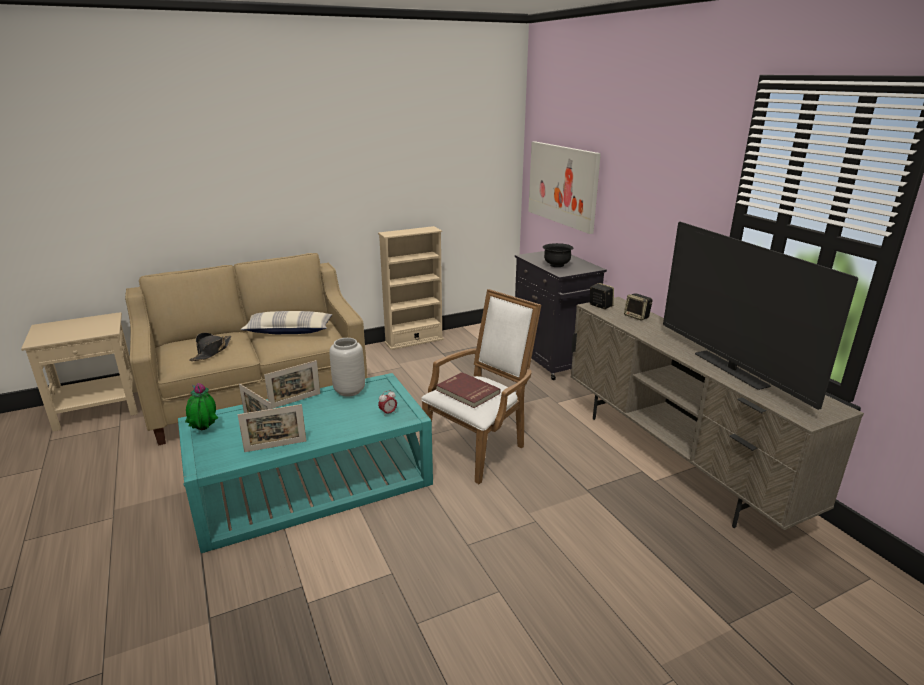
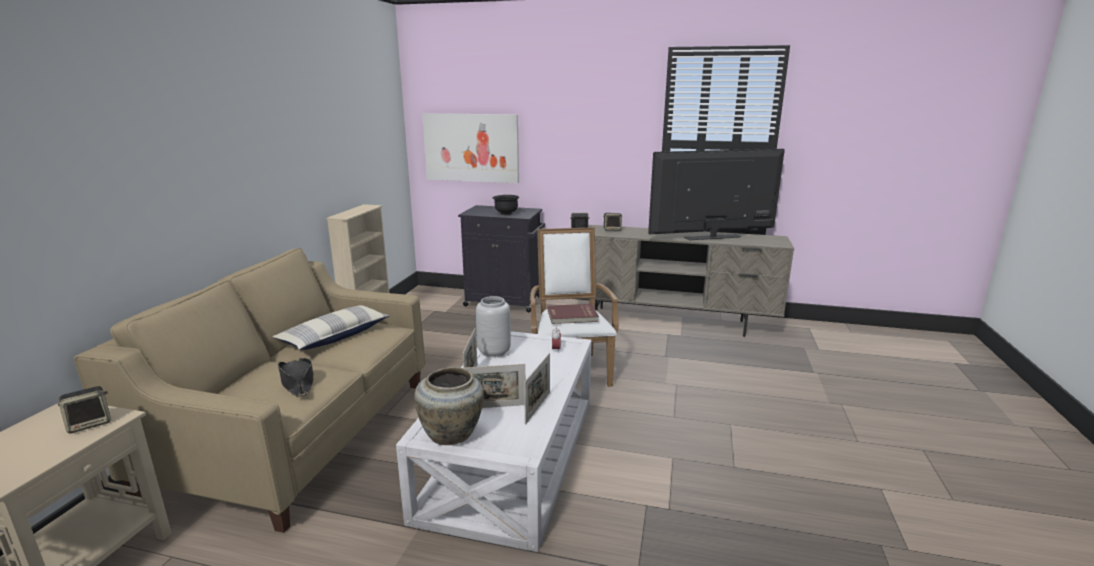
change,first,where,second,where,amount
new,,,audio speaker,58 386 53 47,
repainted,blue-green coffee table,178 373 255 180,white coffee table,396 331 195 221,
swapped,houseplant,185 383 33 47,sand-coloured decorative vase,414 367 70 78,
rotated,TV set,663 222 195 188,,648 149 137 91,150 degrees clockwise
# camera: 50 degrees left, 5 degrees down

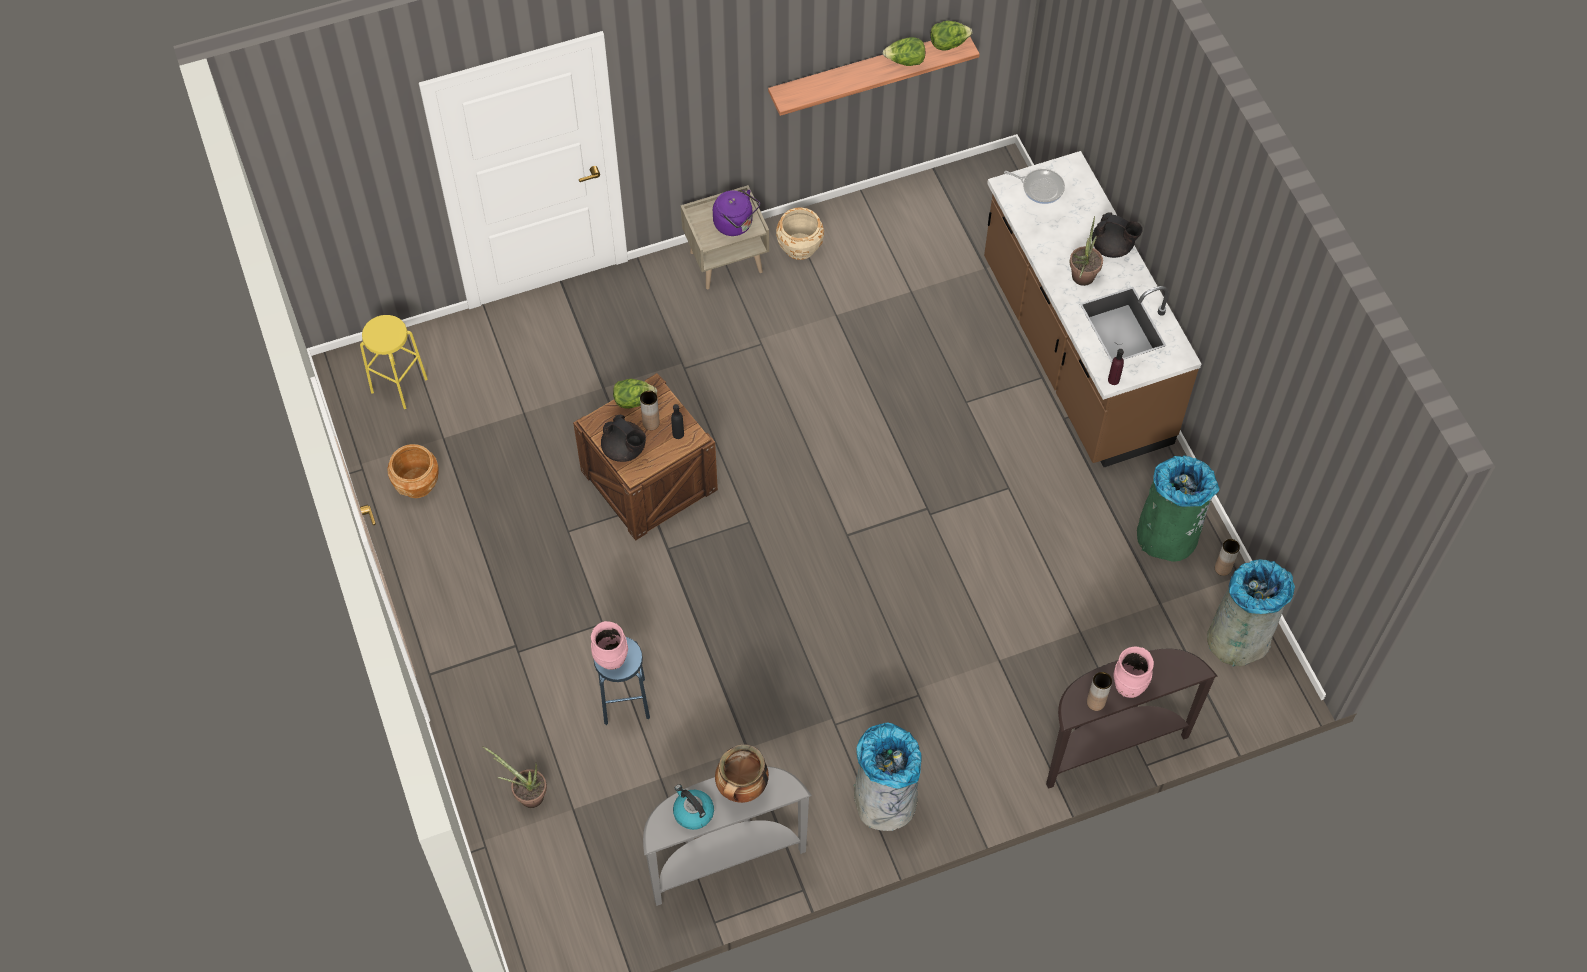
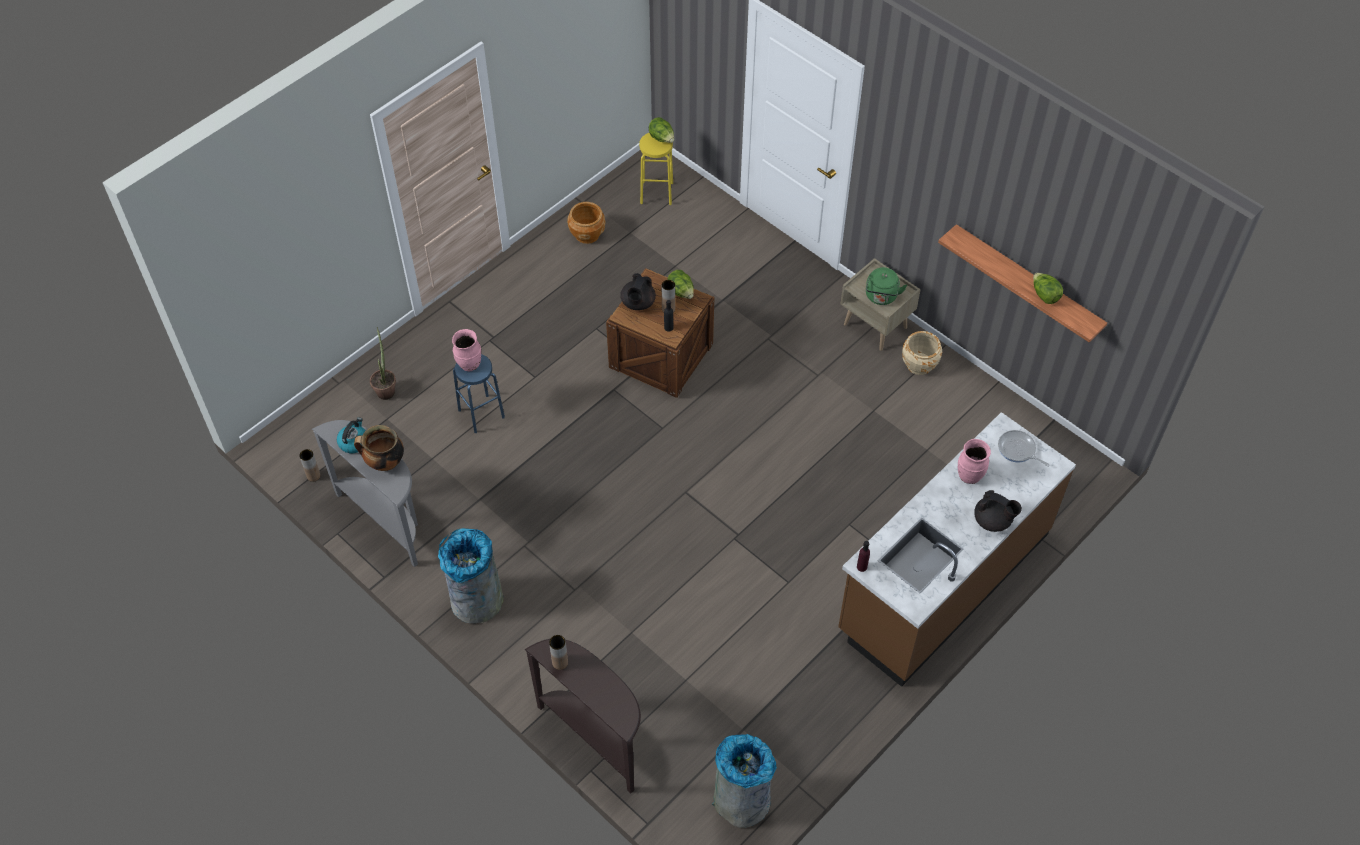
change,first,where,second,where,amount
shifted,brownish decorative vase,1215 539 25 37,,299 449 22 33,
shifted,lettuce head,930 21 42 30,,649 117 25 26,
repainted,purple-coloured tea kettle,713 190 47 46,greenish tea kettle,866 267 41 38,
shifted,pinkish decorative vase,1114 647 40 51,,958 439 33 45,
rotated,blackish pot for tea,1092 212 51 46,,974 490 48 42,60 degrees counterclockwise
rotated,pan,1004 169 61 35,,998 430 52 37,135 degrees clockwise
gone,houseplant,1070 216 33 70,,,
gone,greenish waste bin,1137 456 83 106,,,
# camera: 65 degrees right, 5 degrees down

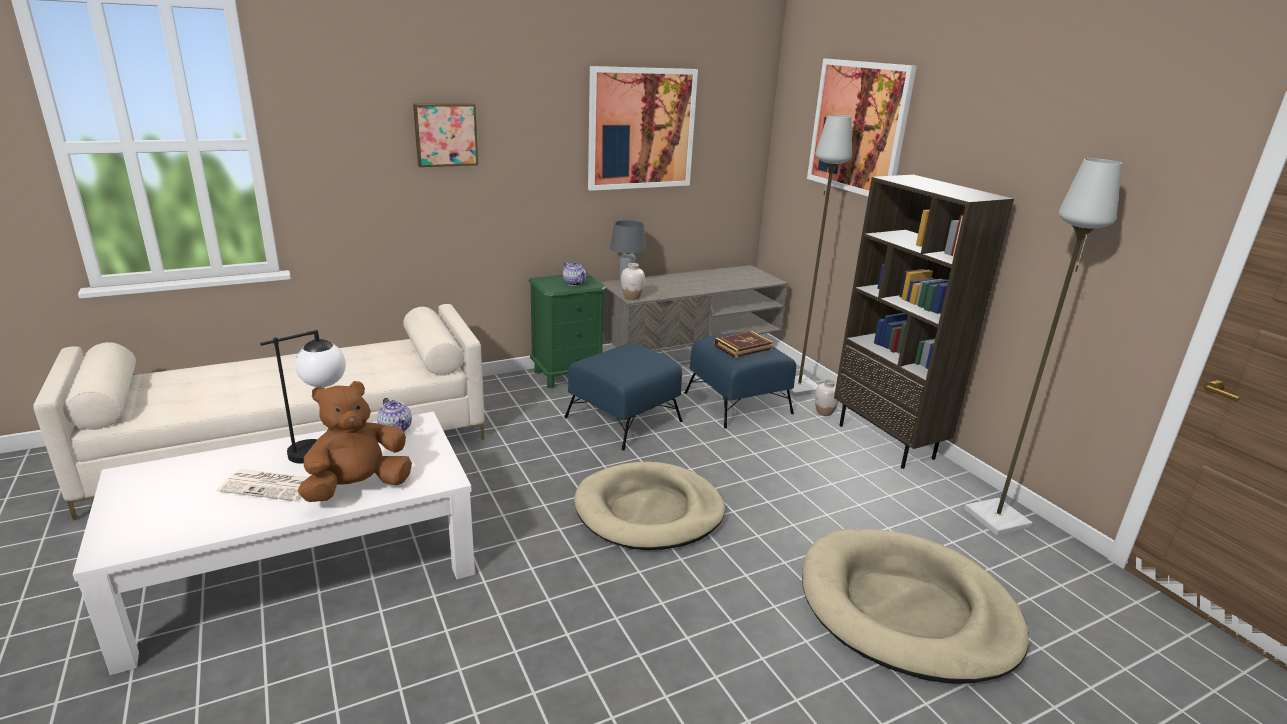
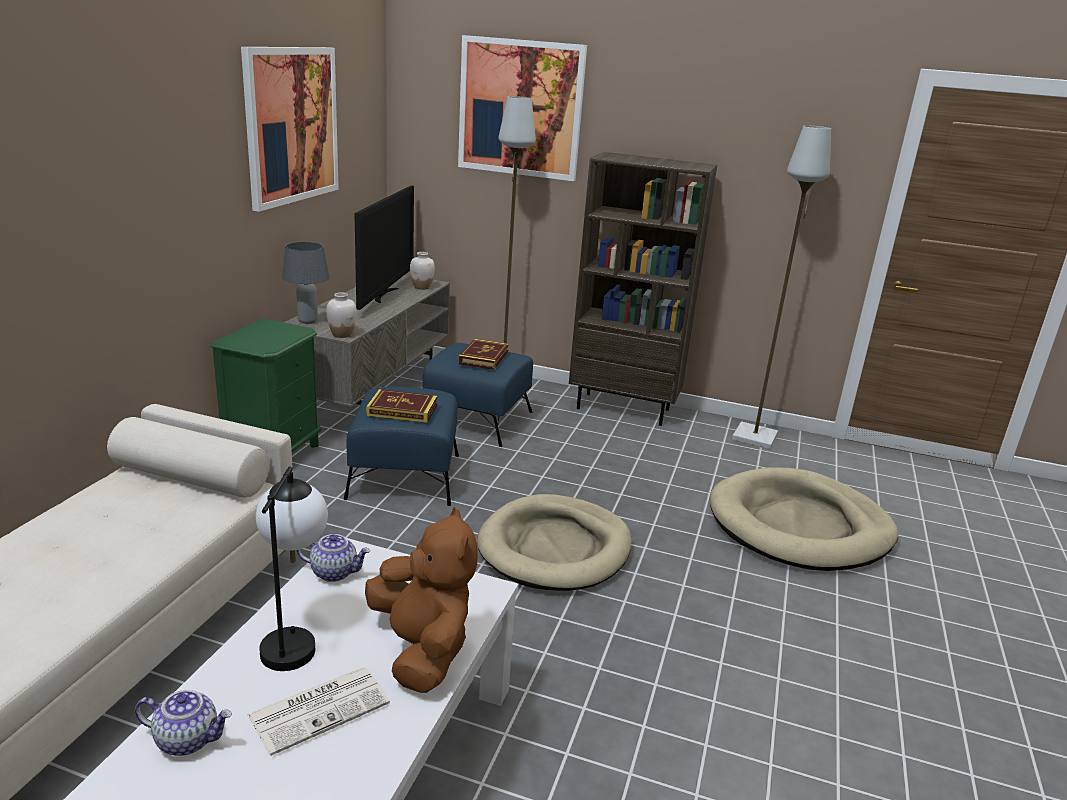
change,first,where,second,where,amount
shifted,pot for tea,563 262 23 24,,135 690 97 66,
new,,,TV set,354 185 60 125,
rotated,brownish plush toy,298 381 114 121,,365 507 113 186,150 degrees clockwise
new,,,book,366 389 71 34,
shifted,white decorative vase,815 379 24 37,,410 252 25 38,
gone,picture,413 103 65 64,,,
# camera: 45 degrees left, 0 degrees up

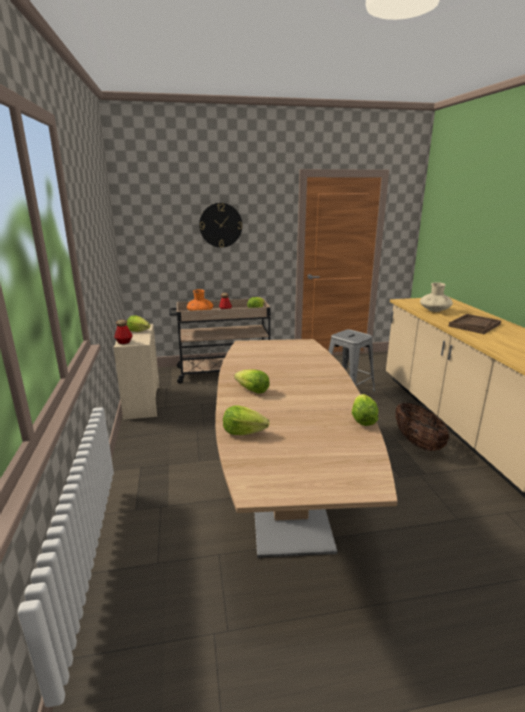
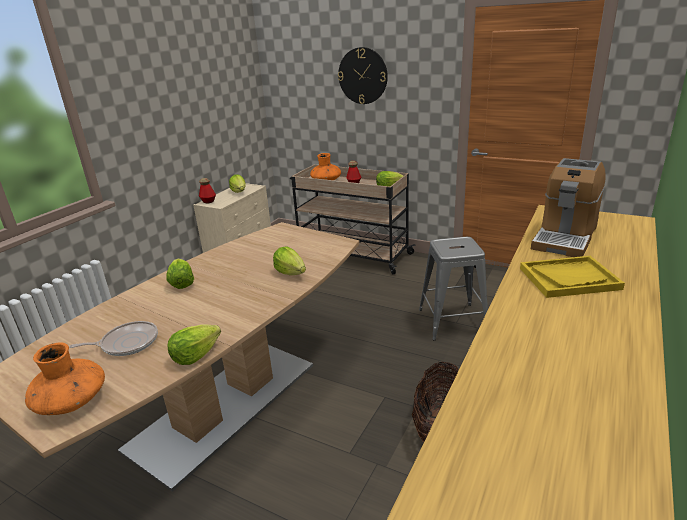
change,first,where,second,where,amount
new,,,orange-coloured decorative vase,25 342 80 73,
new,,,pan,69 321 89 35,
shifted,lettuce head,223 405 46 30,,273 246 33 29,
repainted,brownish carrying tray,449 314 52 20,yellowish carrying tray,520 256 105 42,
swapped,sand-coloured decorative vase,420 282 33 30,coffee machine,531 158 75 99,
# camera: 40 degrees right, 5 degrees up

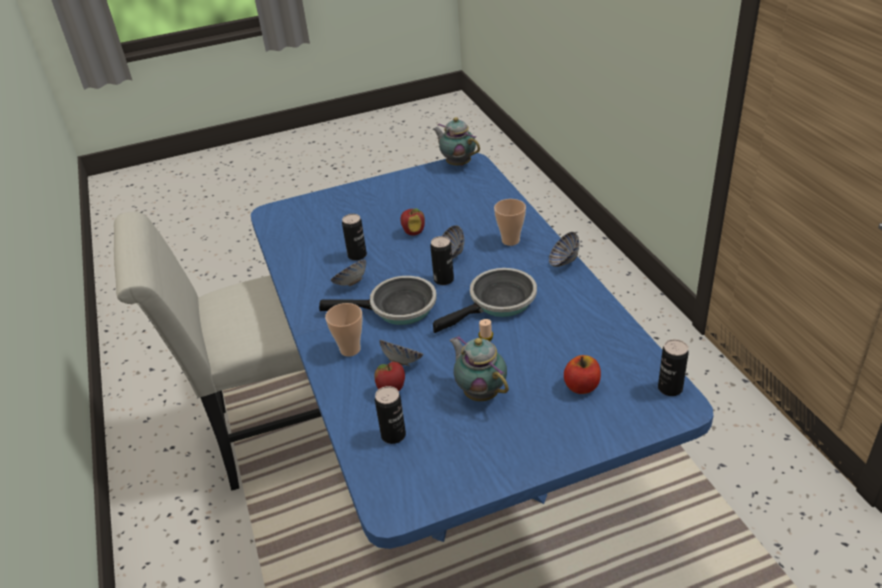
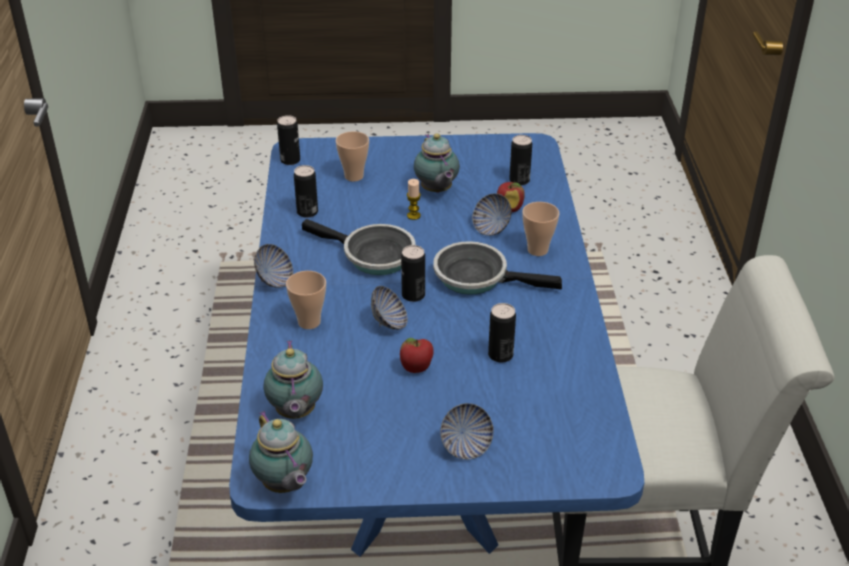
change,first,where,second,where,amount
new,,,pot for tea,263 340 60 79,
new,,,sealed can,294 165 24 53,
rotated,pan,433 268 104 65,,302 219 114 56,135 degrees counterclockwise
swapped,whole apple,564 355 37 39,cup,336 131 33 50,
shifted,bowl,331 259 35 27,,440 403 54 57,
# camera: 165 degrees left, 0 degrees up

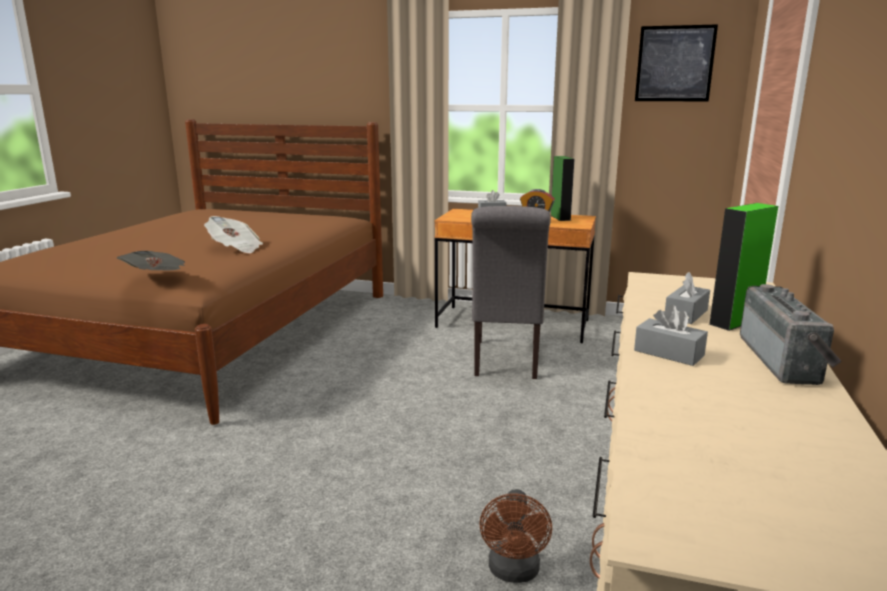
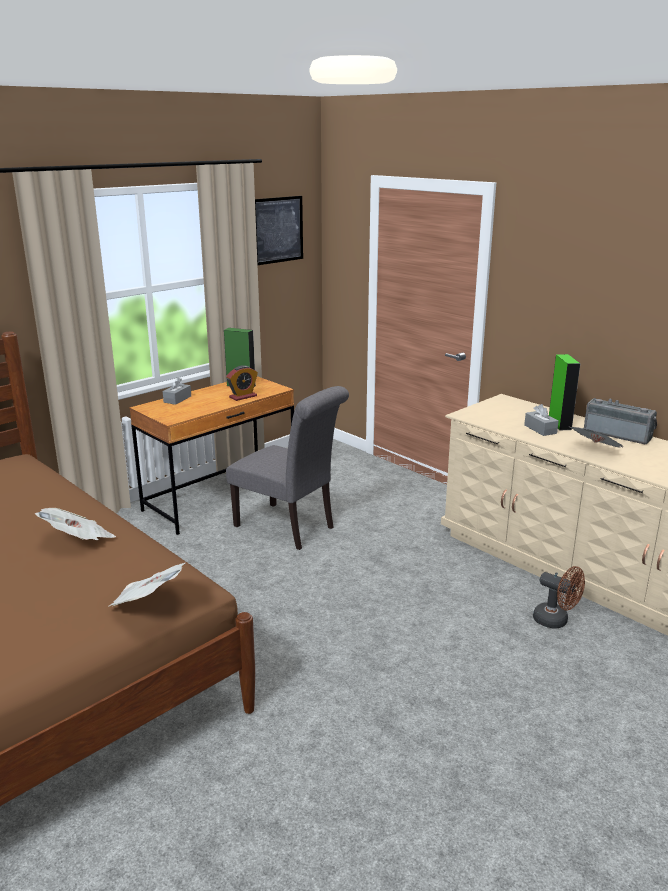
change,first,where,second,where,amount
swapped,gray tissue box,634 305 74 61,daily paper,570 427 54 21,
# camera: 60 degrees left, 5 degrees up

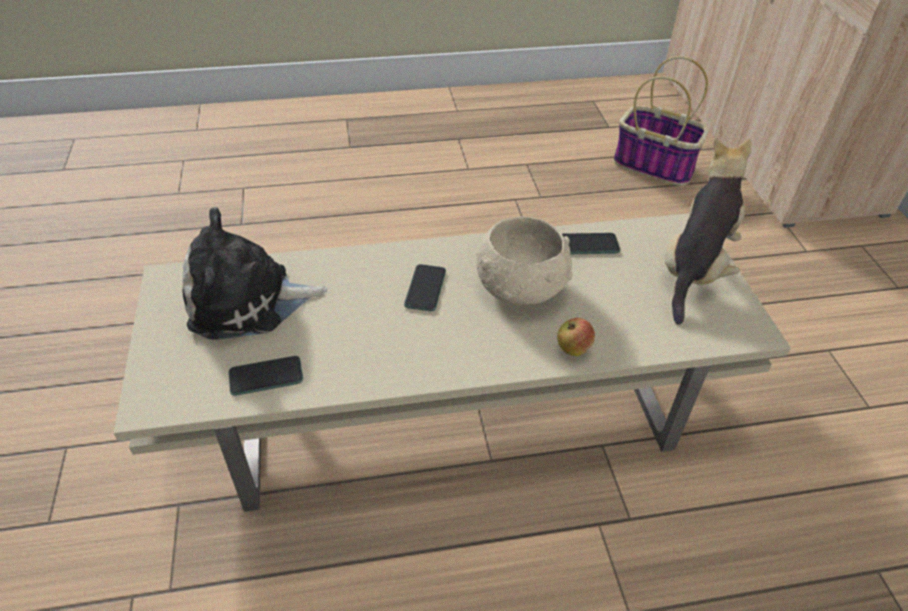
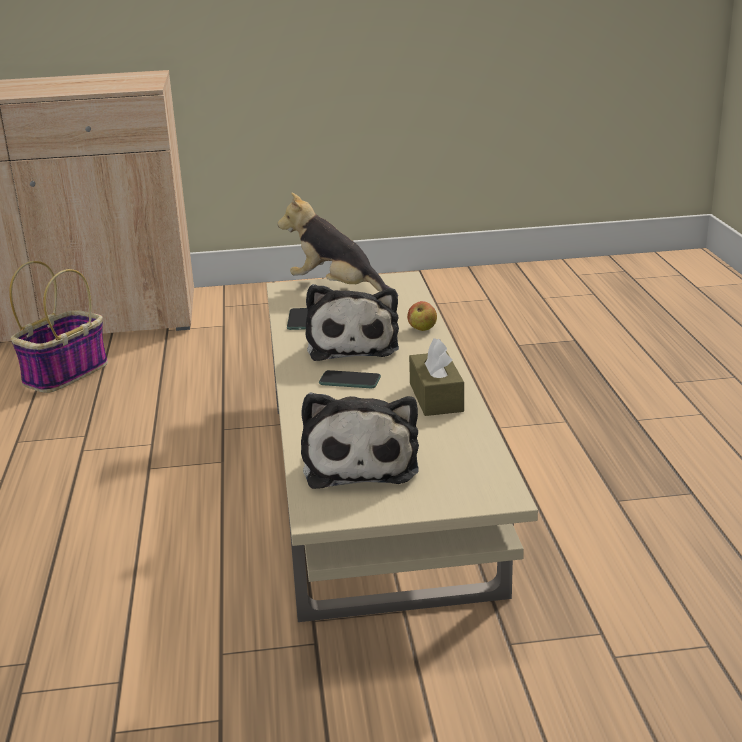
change,first,where,second,where,amount
swapped,sand-coloured bowl,476 217 97 88,plush toy,306 284 93 77,
new,,,brownish tissue box,409 338 55 78,
gone,telephone,229 356 74 40,,,
# camera: 85 degrees left, 20 degrees down

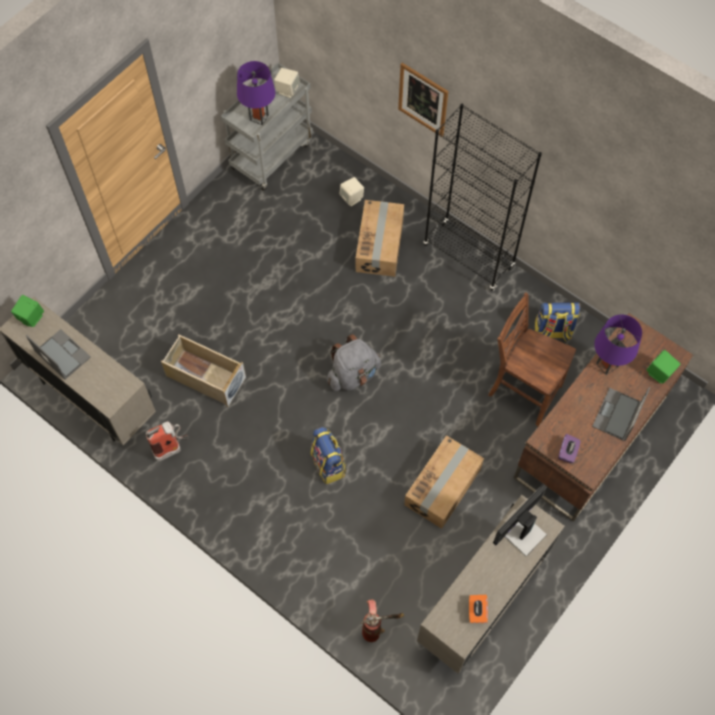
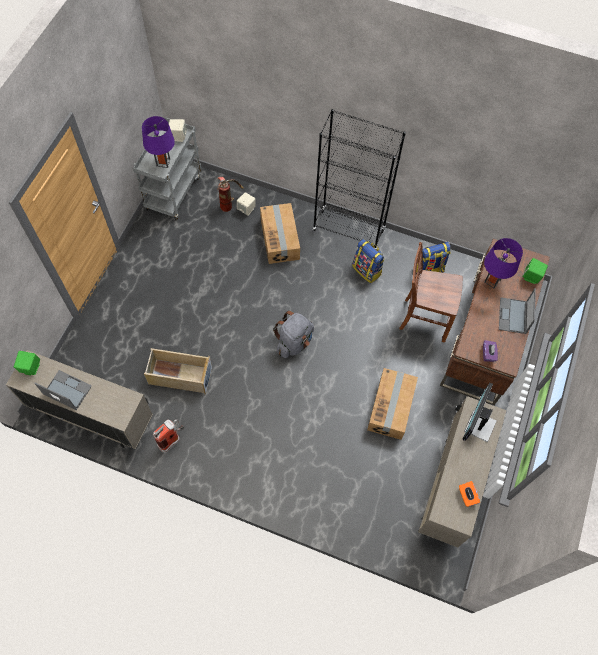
change,first,where,second,where,amount
shifted,extinguisher,361 599 43 43,,217 177 27 35,
shifted,rucksack,311 427 35 57,,352 239 32 44,
gone,picture,398 63 50 74,,,
# camera: 20 degrees left, 0 degrees up

